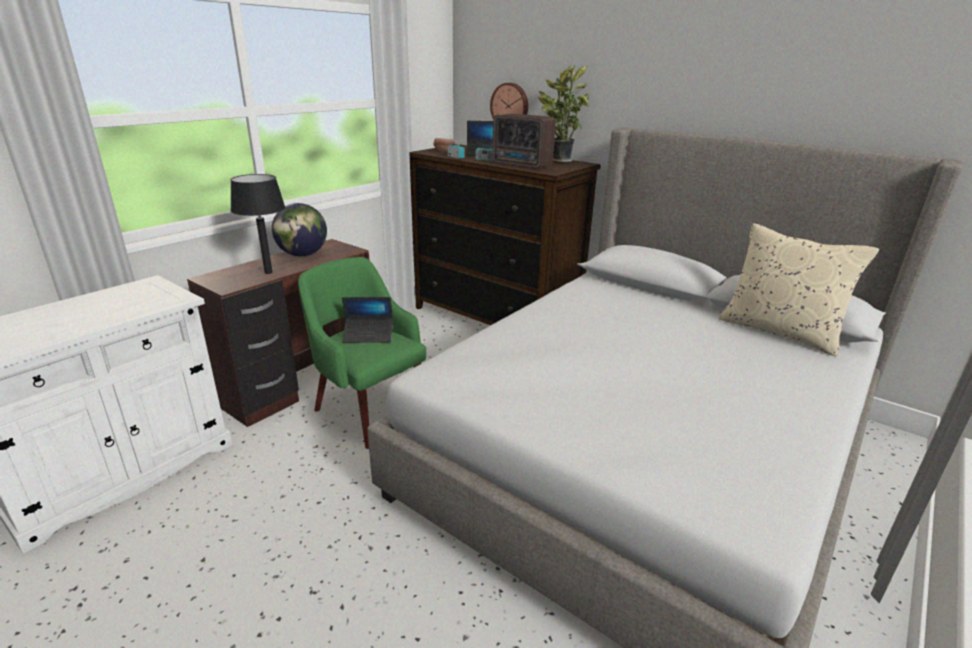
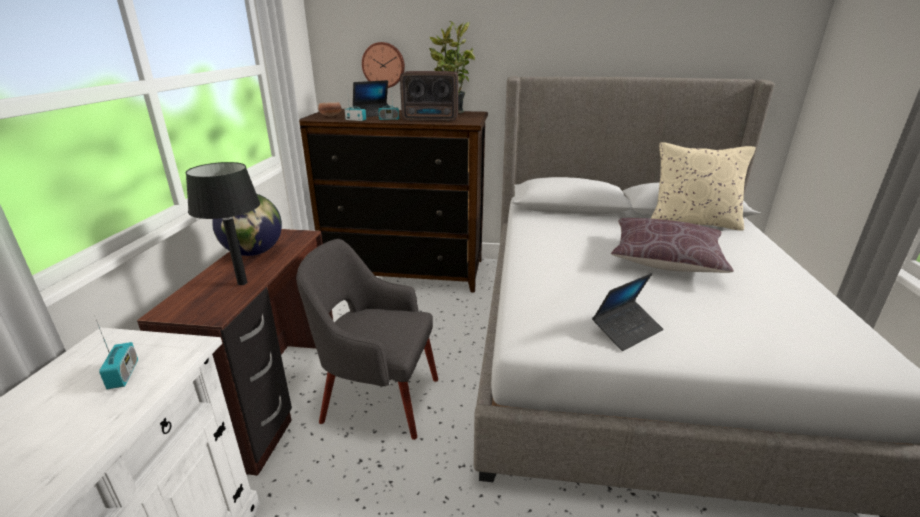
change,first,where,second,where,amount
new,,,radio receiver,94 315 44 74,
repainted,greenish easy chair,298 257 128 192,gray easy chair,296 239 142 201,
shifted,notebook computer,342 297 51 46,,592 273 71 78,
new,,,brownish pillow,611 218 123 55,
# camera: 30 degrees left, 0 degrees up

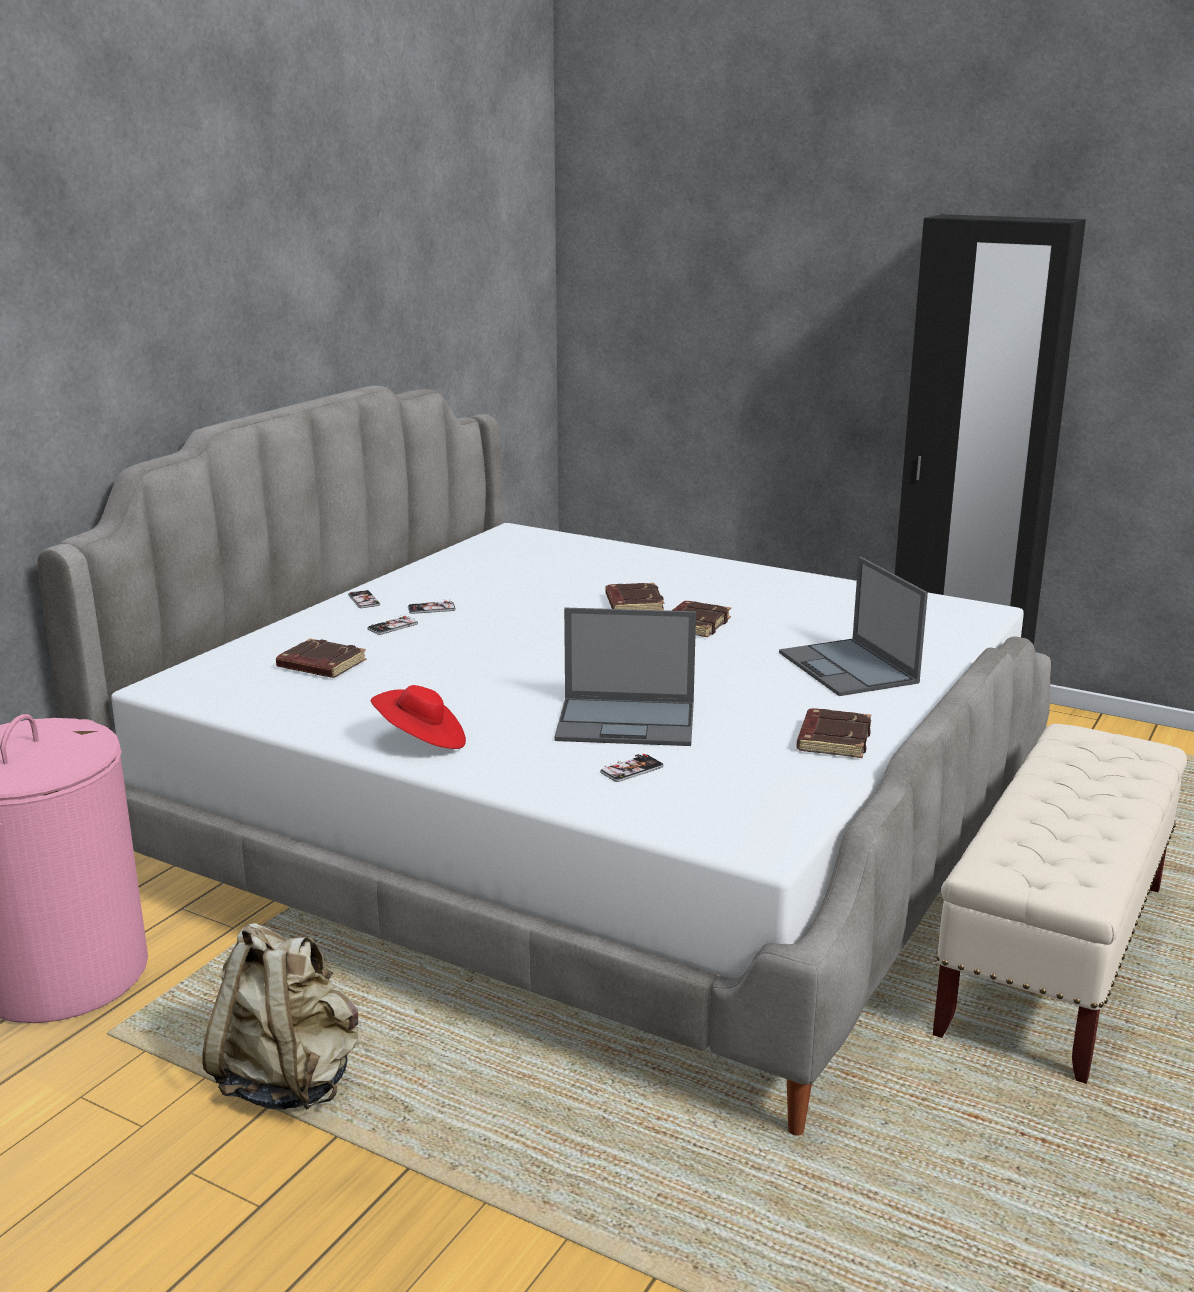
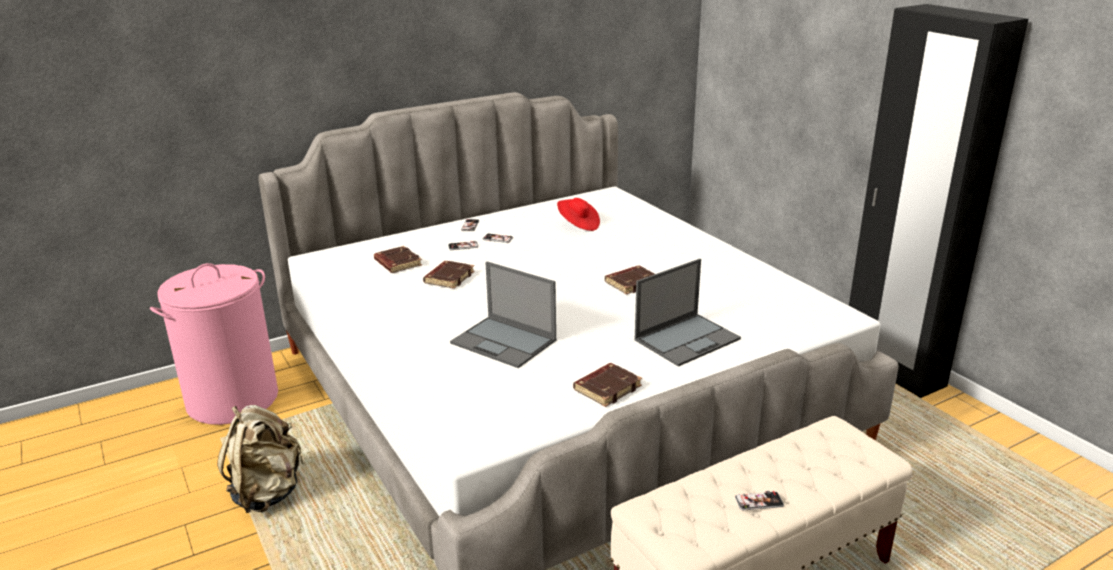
change,first,where,second,where,amount
shifted,brownish book,605 583 59 27,,423 261 51 28,
shifted,red-coloured clothing hat,371 685 95 64,,557 198 43 33,
rotated,notebook computer,779 557 149 139,,634 259 107 108,135 degrees counterclockwise
shifted,telephone,600 754 64 28,,735 491 49 19,
# camera: 30 degrees right, 5 degrees up

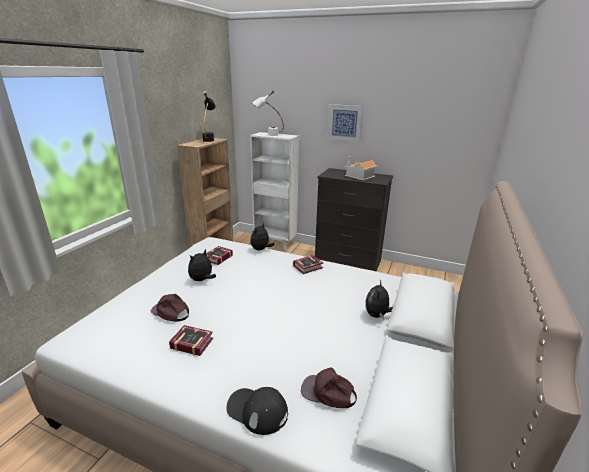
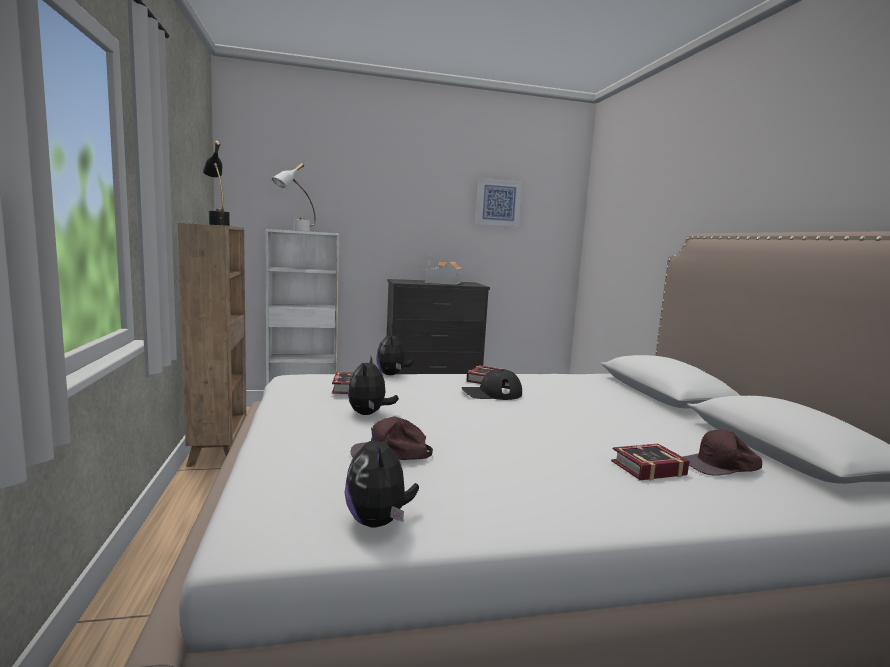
change,first,where,second,where,amount
shifted,plush toy,365 279 28 40,,345 427 74 101,
shifted,blackish cap,227 387 61 48,,462 369 60 31,
shifted,picture,327 104 36 38,,475 178 48 49,
shifted,book,169 325 44 31,,611 444 79 37,
# camera: 35 degrees left, 15 degrees down

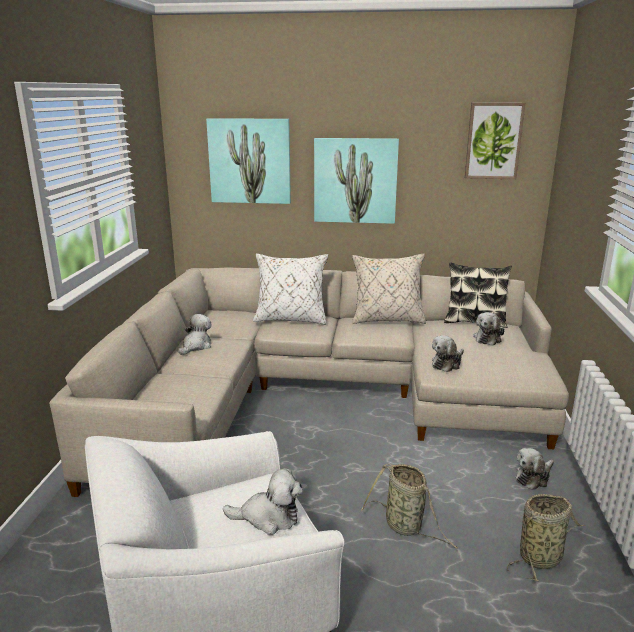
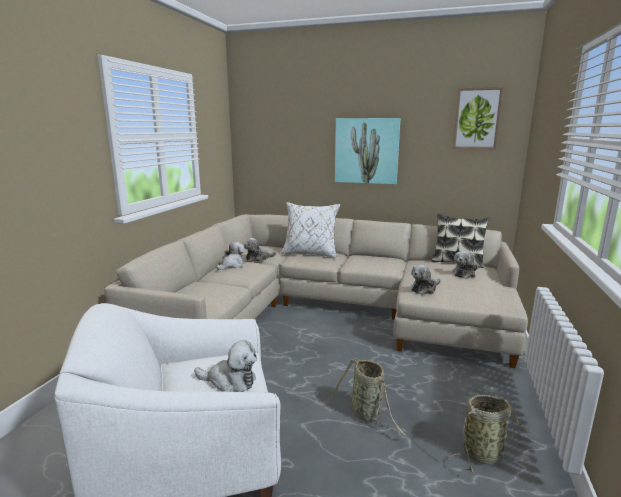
change,first,where,second,where,amount
shifted,plush toy,515 448 39 42,,244 238 33 24,
gone,picture,206 118 85 86,,,
gone,sand-coloured pillow,352 253 74 71,,,
# camera: 10 degrees right, 5 degrees down

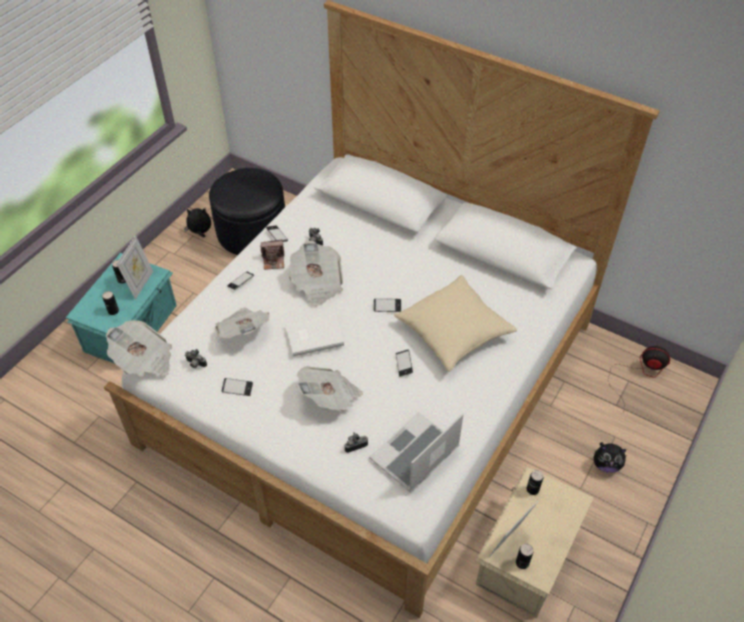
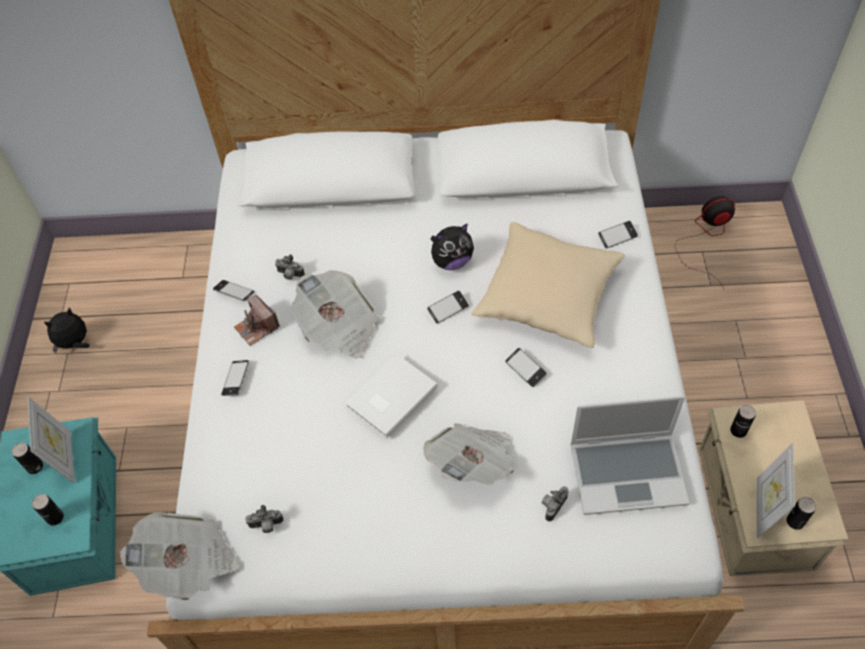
change,first,where,second,where,amount
rotated,still camera,260 240 24 30,,234 295 46 51,90 degrees clockwise
shifted,plush toy,594 442 33 31,,430 223 44 47,
rotated,notebook computer,369 412 95 81,,570 396 119 119,105 degrees counterclockwise
shifted,telephone,222 378 31 18,,598 221 40 28,
gone,blackish ottoman,209 168 76 87,,,
gone,daily paper,215 307 55 31,,,
# camera: 30 degrees left, 5 degrees up

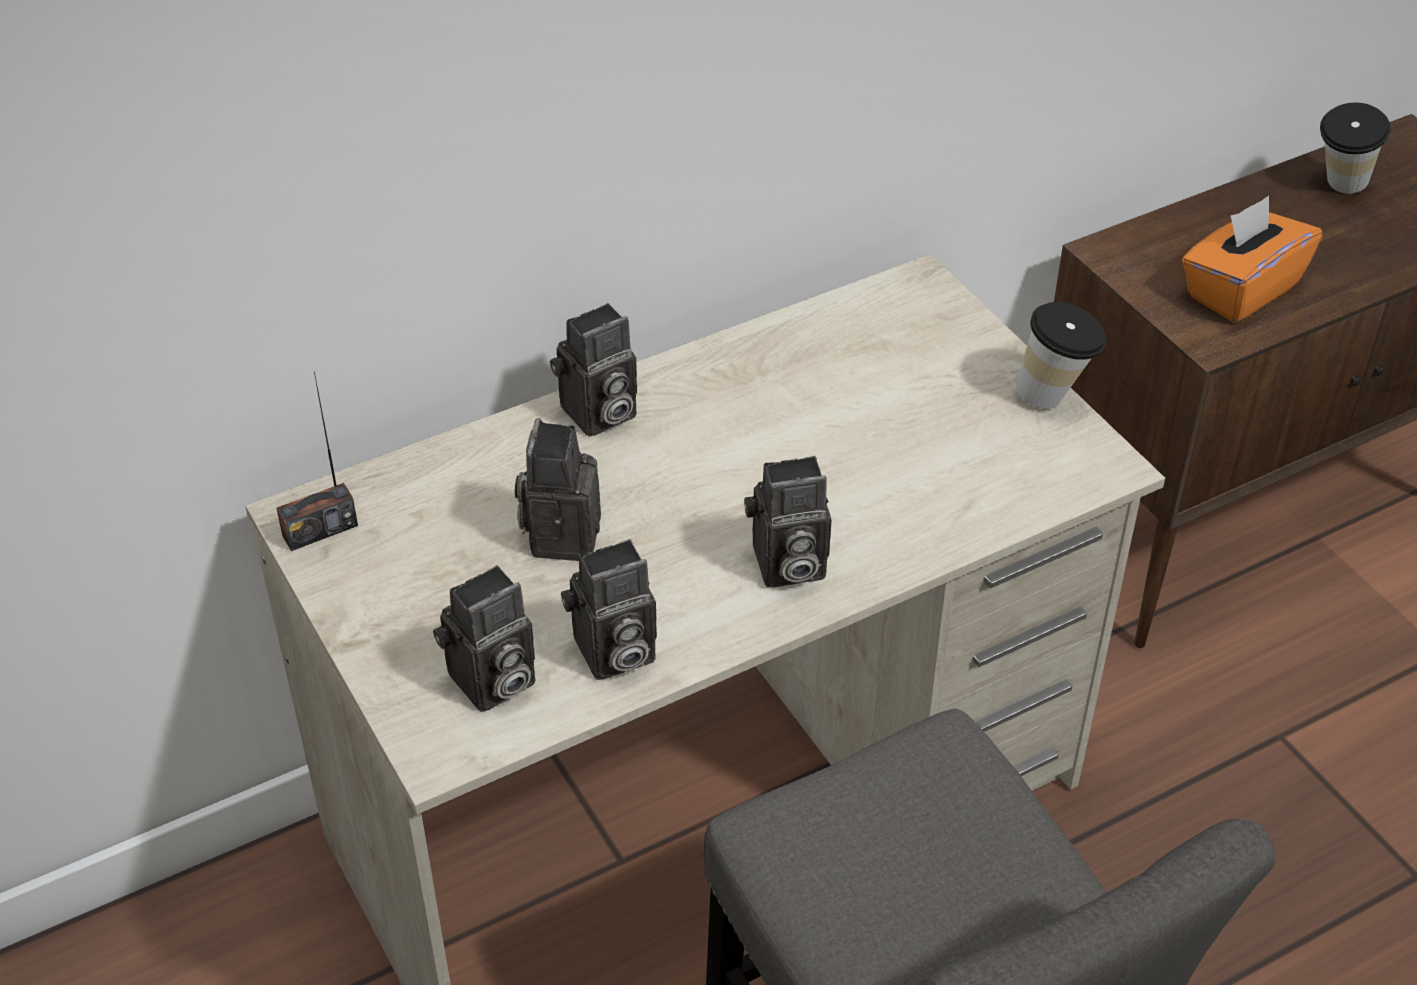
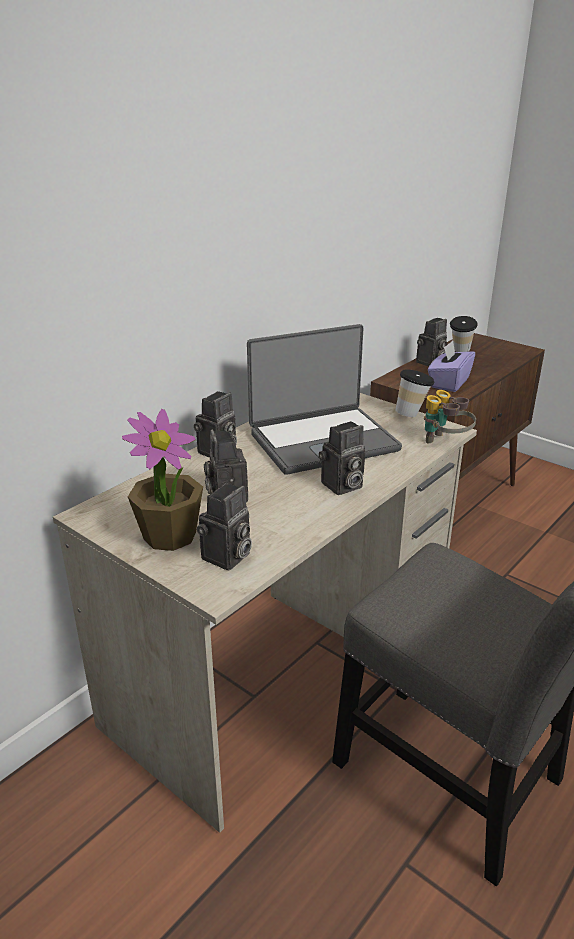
change,first,where,second,where,amount
new,,,houseplant,122 409 81 142,
new,,,notebook computer,247 324 155 151,
shifted,still camera,561 539 96 141,,416 318 31 48,
new,,,field glasses,424 390 52 53,
repainted,orange-coloured tissue box,1182 196 140 127,purple-coloured tissue box,428 341 47 51,
gone,radio receiver,276 371 82 180,,,
# camera: 20 degrees left, 15 degrees down

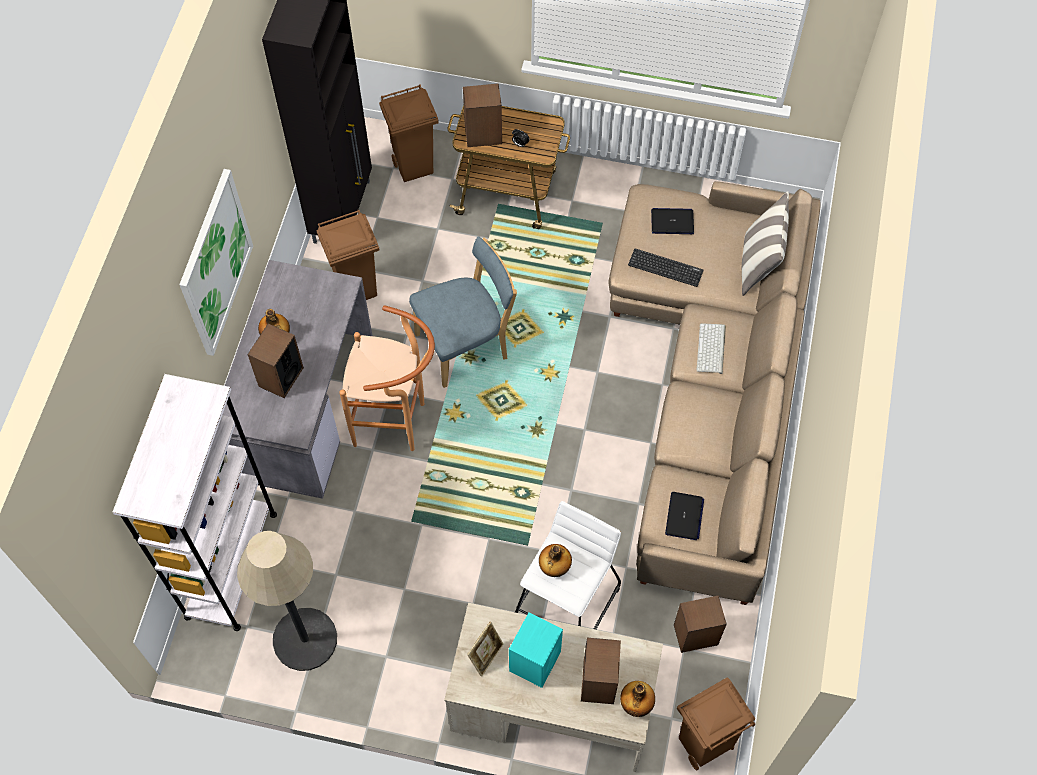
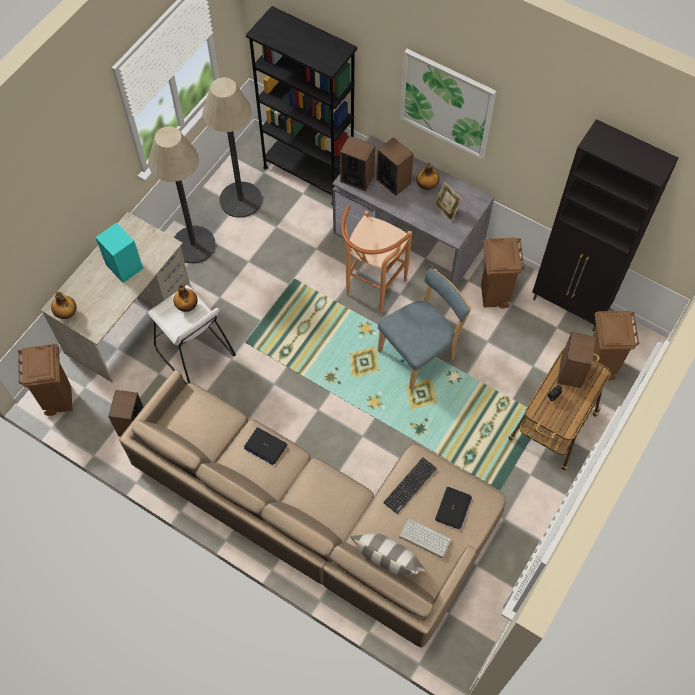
change,first,where,second,where,amount
new,,,floor lamp,148 126 68 138,
shifted,notebook computer,665 492 39 48,,244 427 44 38,
repainted,white shelving unit,113 374 164 257,blackish shelving unit,246 6 111 199,
shifted,audio speaker,581 638 40 66,,340 136 35 55,
rotated,blue-coloured chair,409 237 108 151,,378 268 93 122,120 degrees counterclockwise
shifted,keyboard,696 323 30 51,,399 518 52 40,
shifted,picture frame,467 622 37 55,,434 182 28 40,
# camera: 110 degrees right, 0 degrees up

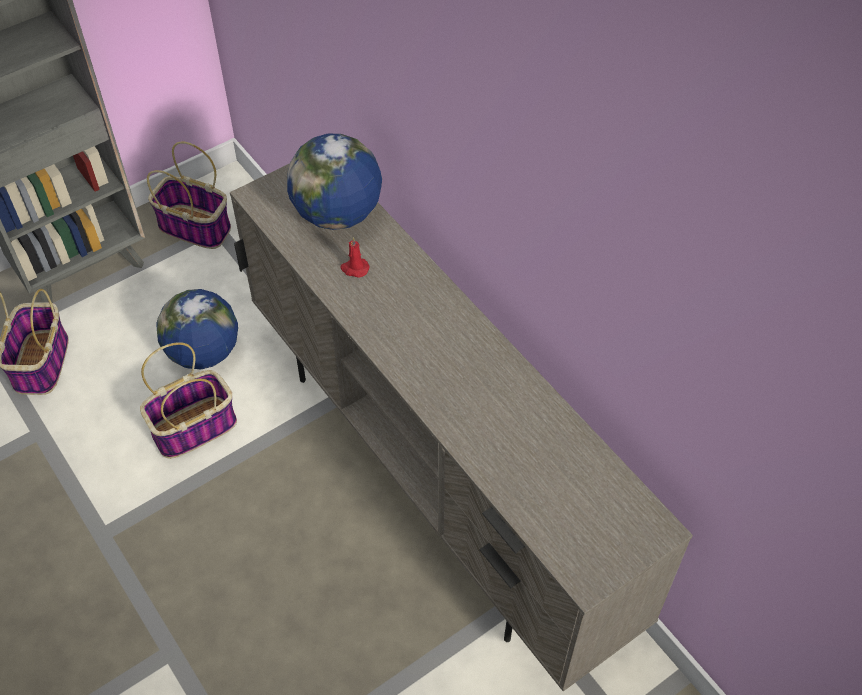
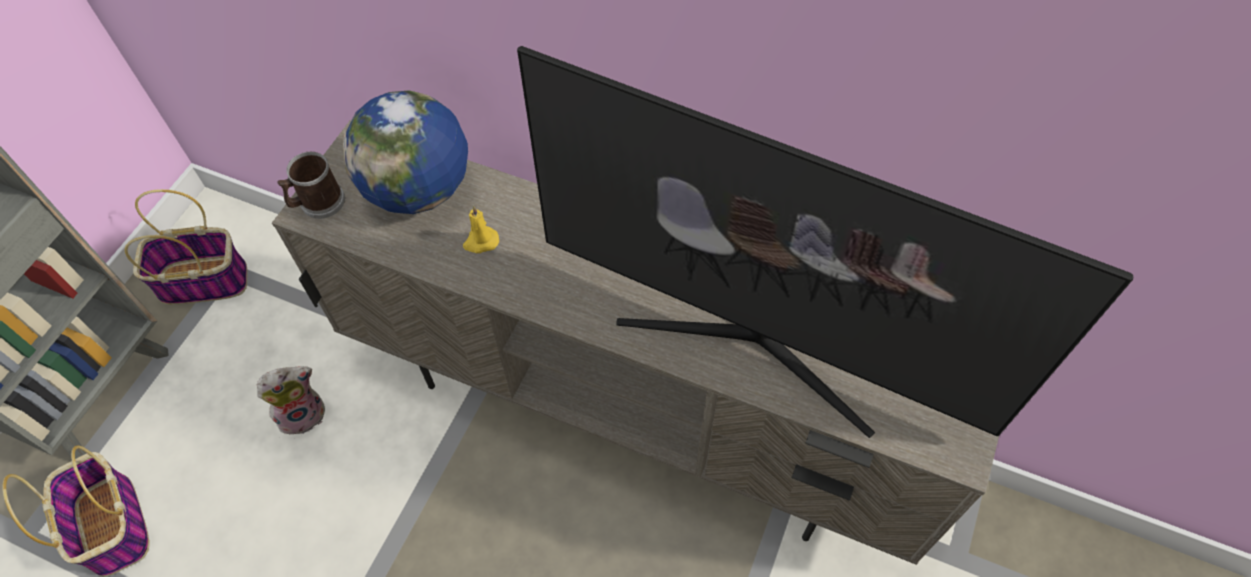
change,first,where,second,where,amount
swapped,desk globe,156 289 82 81,plush toy,257 366 68 68,
new,,,coffee mug,277 152 68 67,
repainted,red-coloured wax candle,340 237 30 41,yellowish wax candle,463 206 36 47,
new,,,TV set,517 46 616 392,
gone,household basket,140 342 97 117,,,
# camera: 30 degrees left, 5 degrees up

